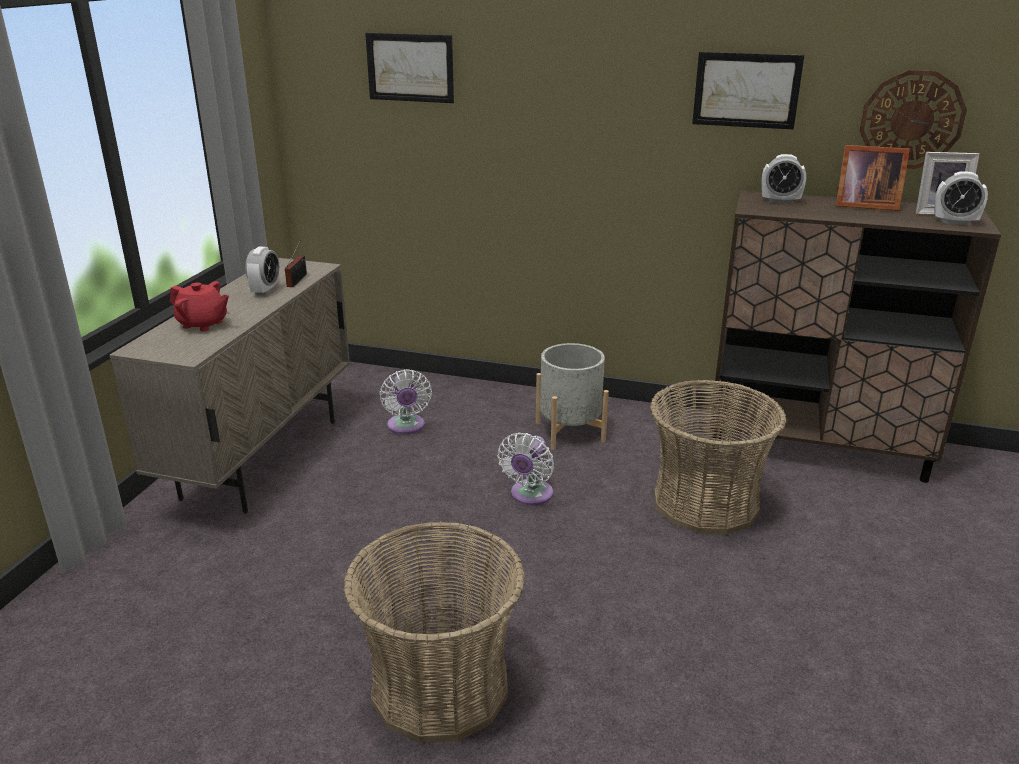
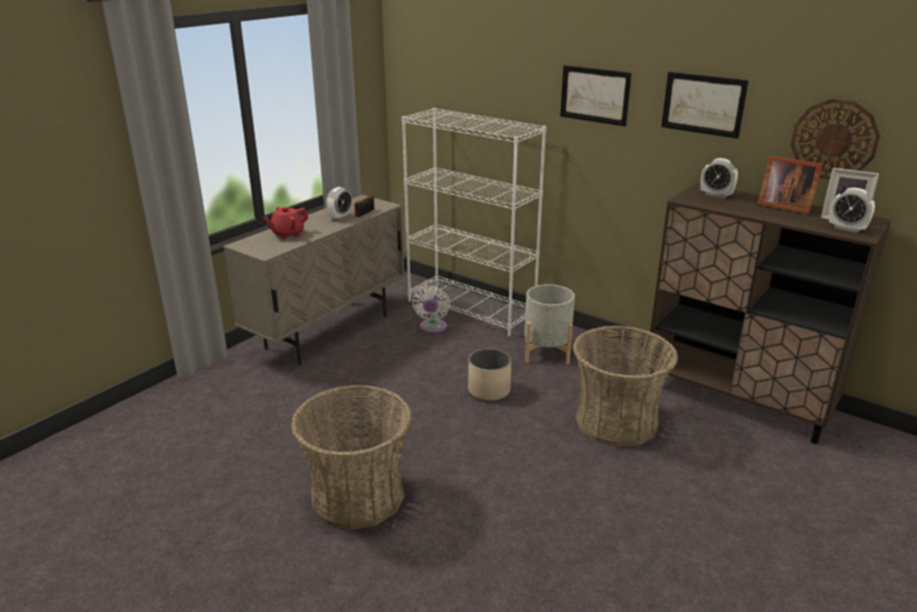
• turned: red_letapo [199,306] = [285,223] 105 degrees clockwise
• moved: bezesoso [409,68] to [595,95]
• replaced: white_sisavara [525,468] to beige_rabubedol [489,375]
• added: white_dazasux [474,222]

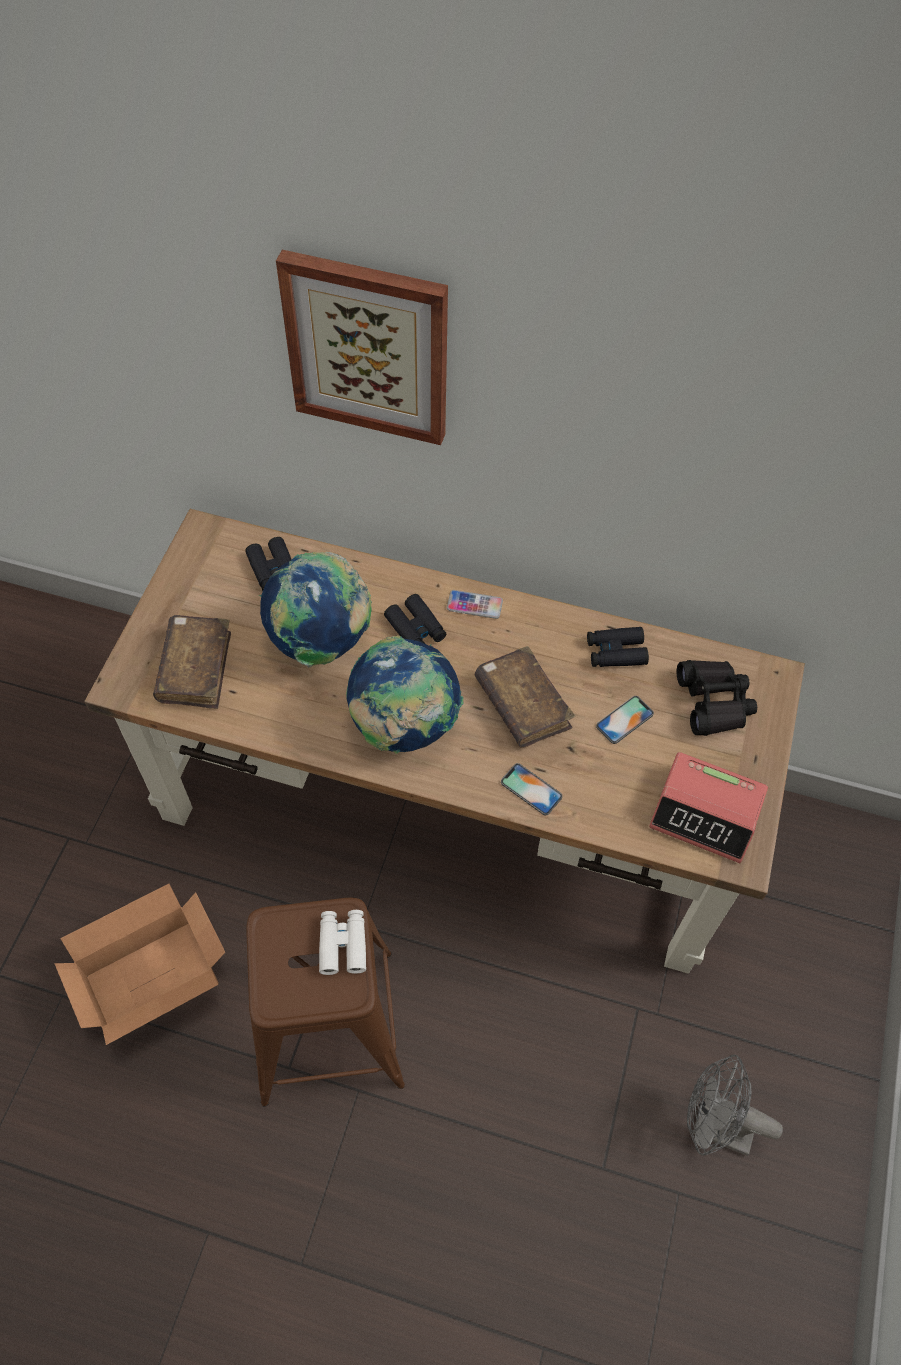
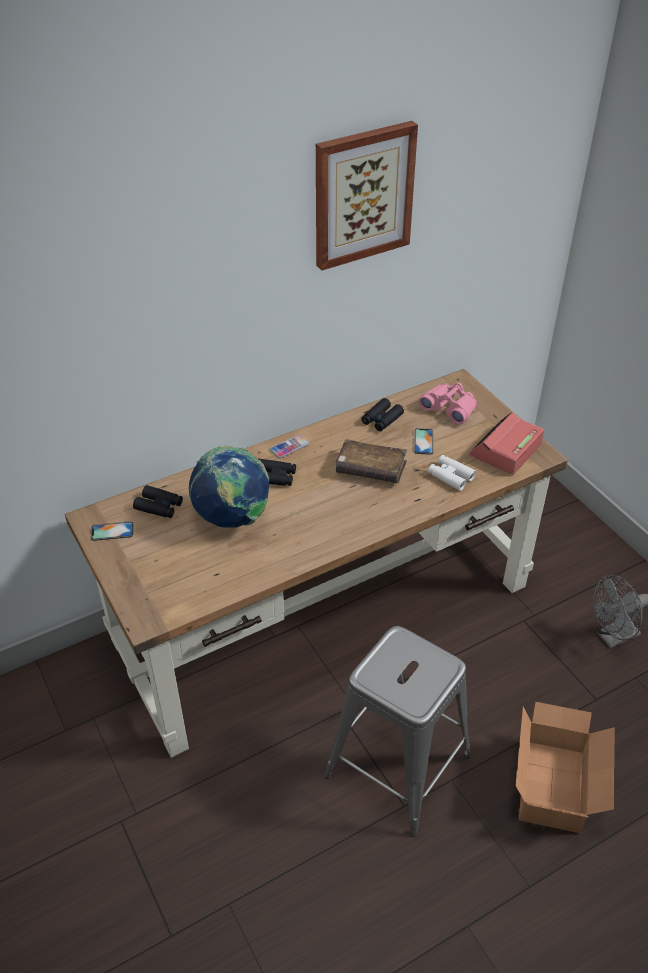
• moved: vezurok [140,964] to [565,767]
• removed: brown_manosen [192,662]
• recoloured: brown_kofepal [325,1002] to grey_kofepal [397,731]
• moved: bezesoso [362,347] to [367,196]
• moved: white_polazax [342,942] to [452,473]
• removed: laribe [405,694]
• moved: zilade [531,789] to [112,531]
• turned: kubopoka [708,807] = [506,443] 150 degrees clockwise
• recoloured: black_polazax [717,698] to pink_polazax [448,404]

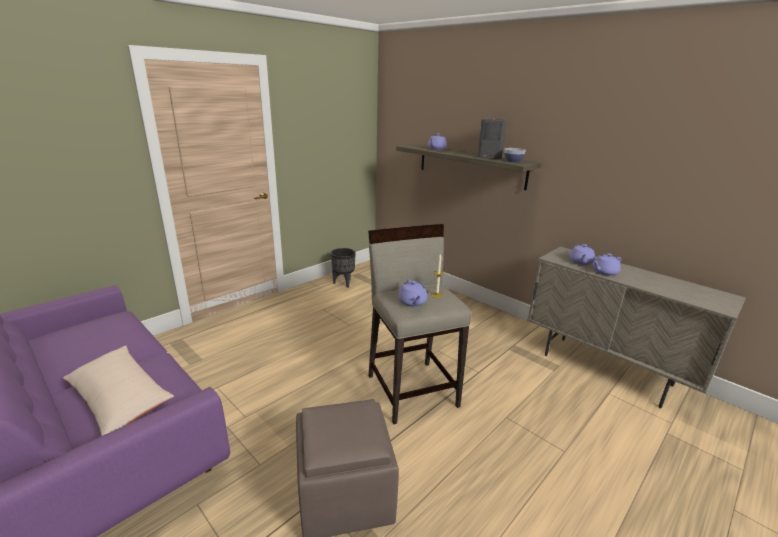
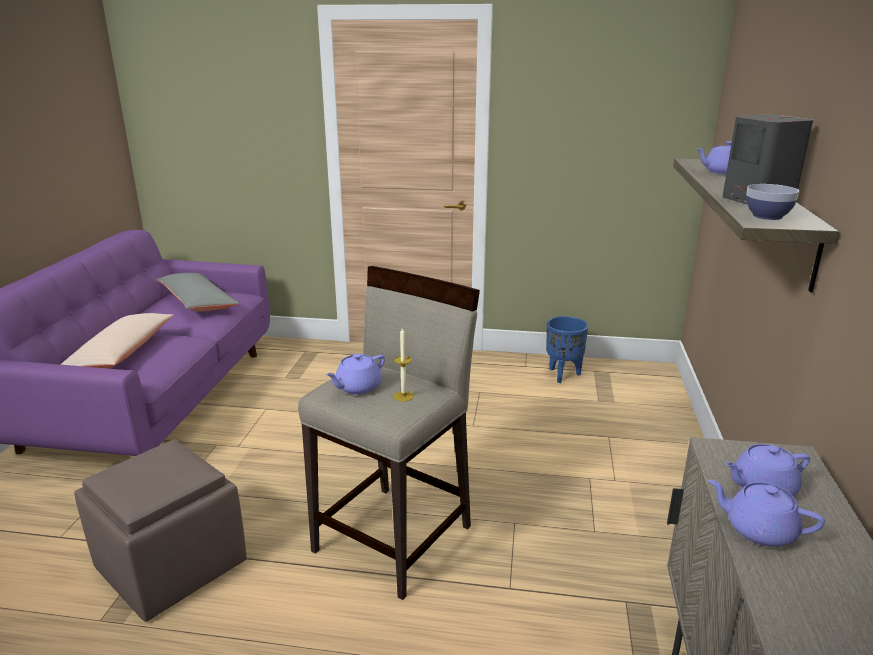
• recoloured: black_rabubedol [343,268] to blue_rabubedol [567,349]
• added: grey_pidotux [198,292]

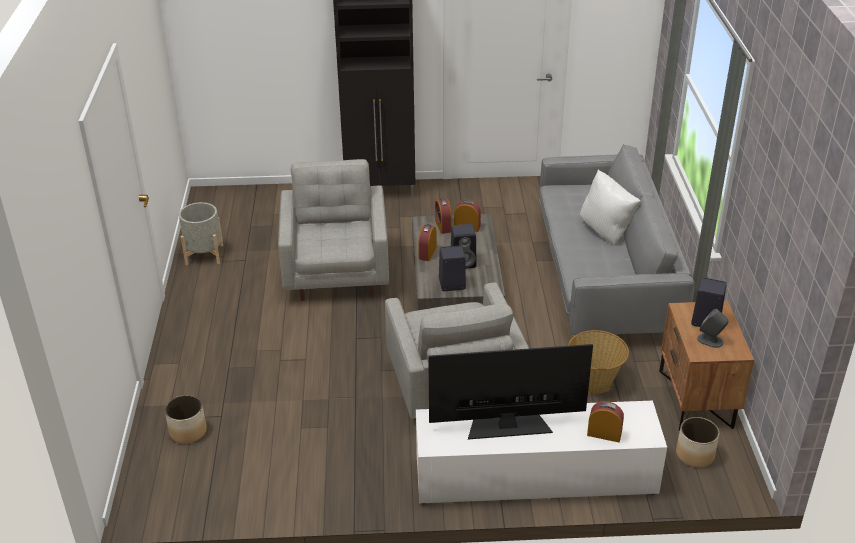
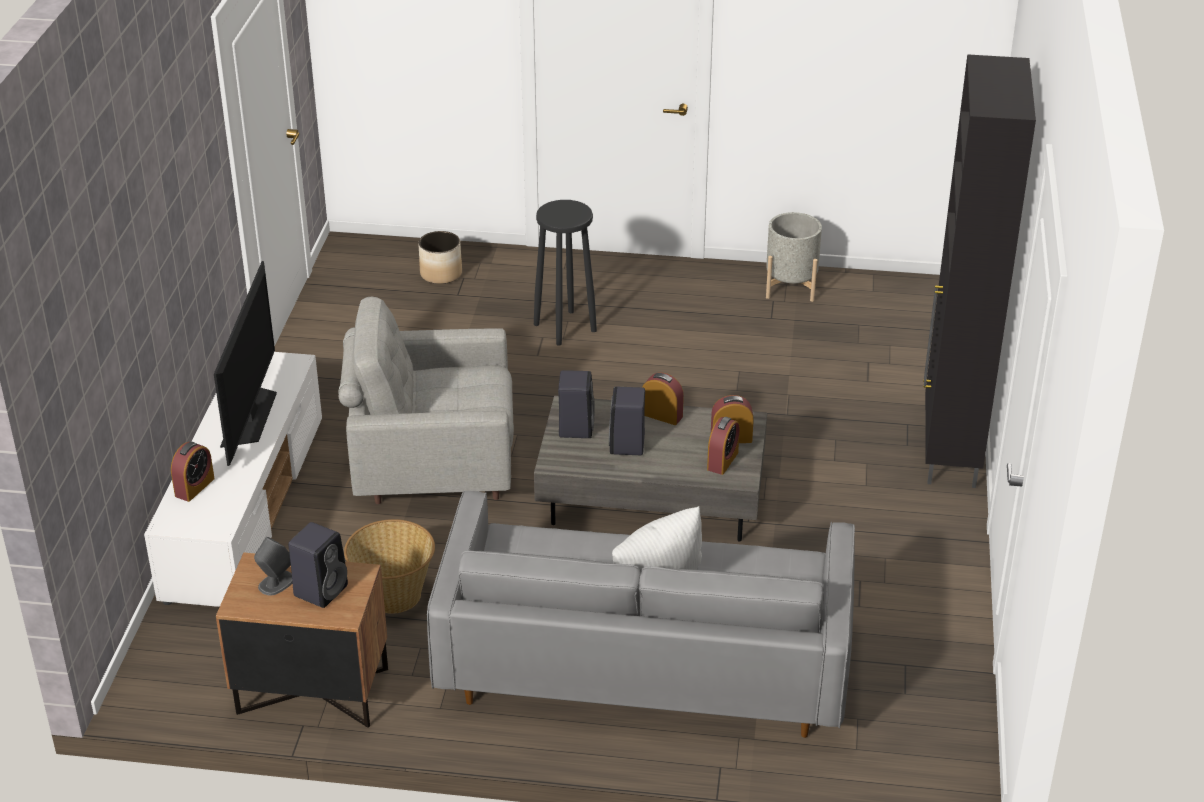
• removed: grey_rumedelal [333,230]
• removed: rabubedol [697,442]
• added: black_kofepal [565,273]

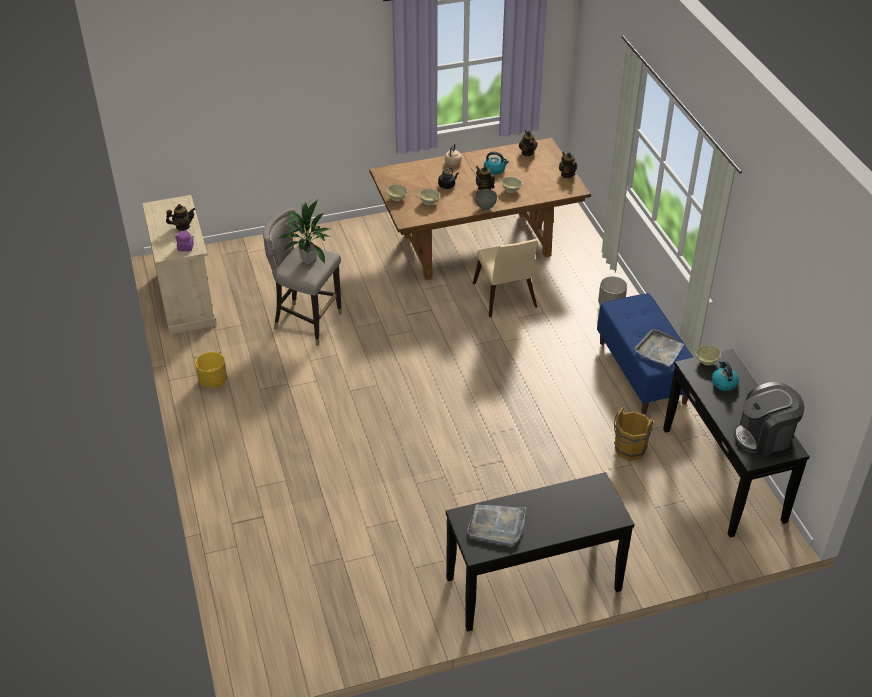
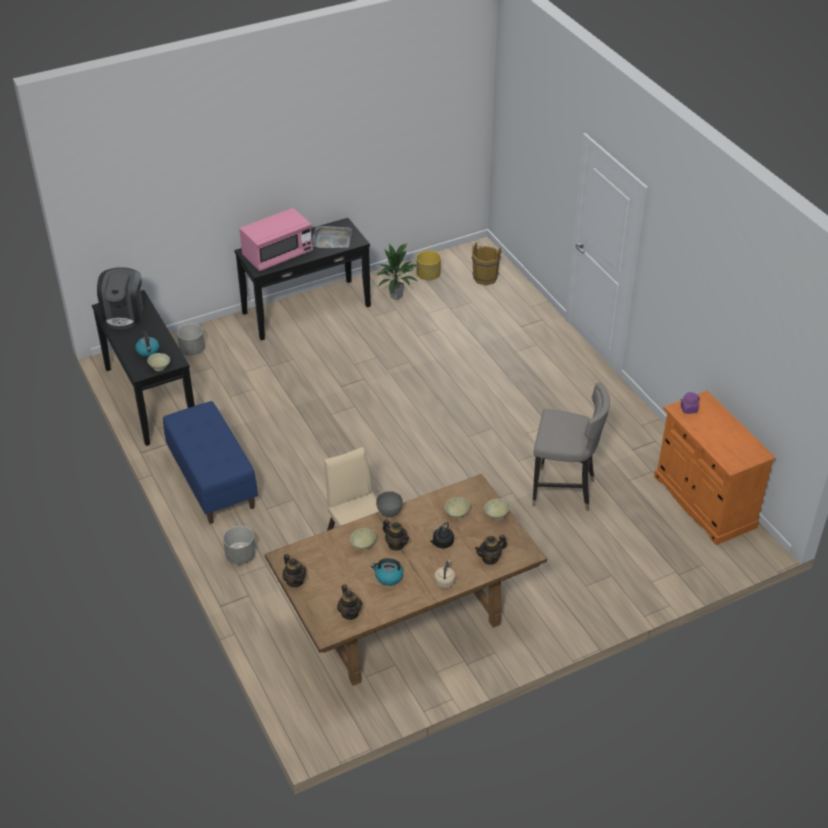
• recoloured: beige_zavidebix [179,265] to orange_zavidebix [715,467]
• moved: letapo [181,217] to [491,550]
• moved: yellow_rabubedol [211,370] to [429,265]
• moved: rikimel [304,232] to [398,271]
• moved: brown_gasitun [634,433] to [487,264]
• removed: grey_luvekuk [659,348]
• turned: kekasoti [769,419] = [120,298] 120 degrees clockwise
• added: grey_rabubedol [191,340]
• added: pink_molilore [276,239]

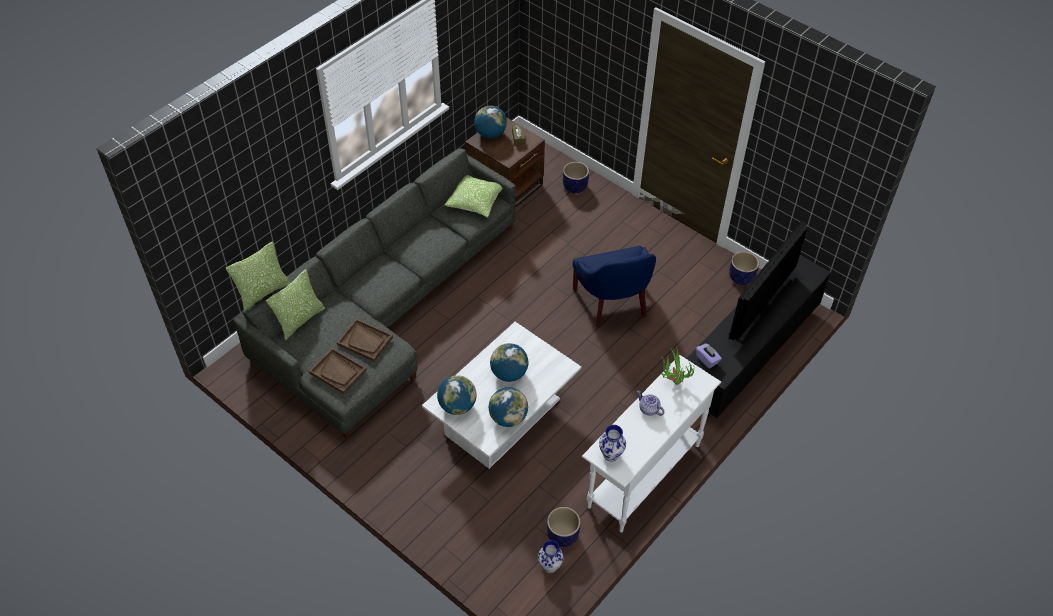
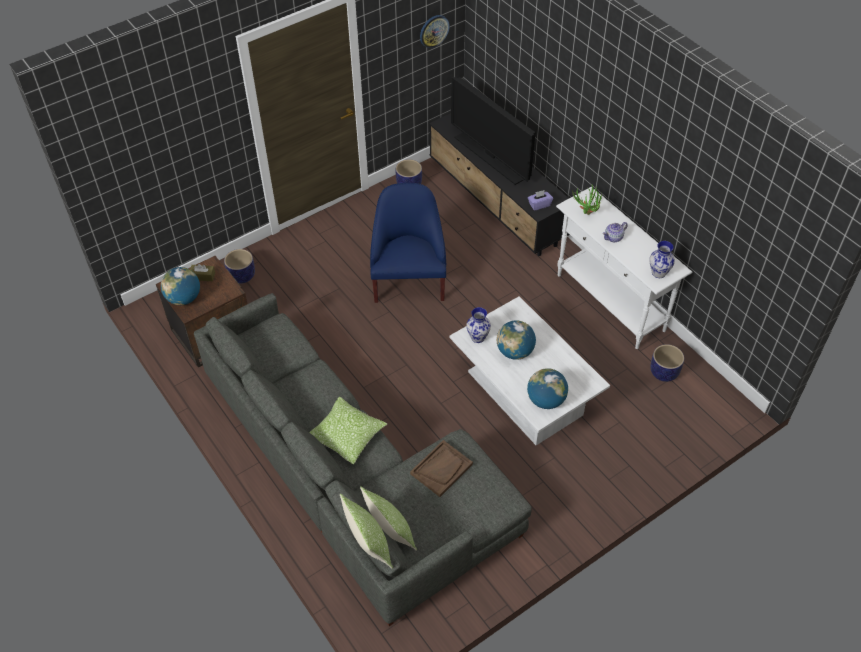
• removed: brown_luvekuk [338,371]
• moved: pidotux [474,196] to [348,430]
• removed: laribe [508,407]
• moved: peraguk [551,556] to [478,325]
• turned: blue_rumedelal [614,286] = [408,243] 90 degrees counterclockwise
• added: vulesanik [435,31]

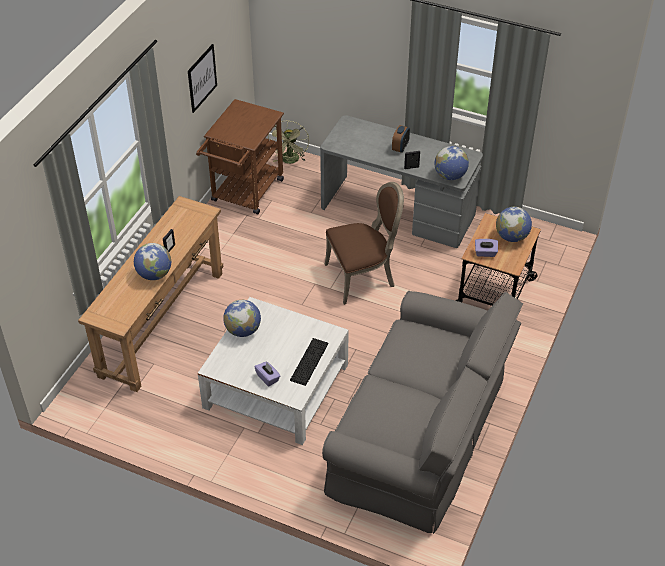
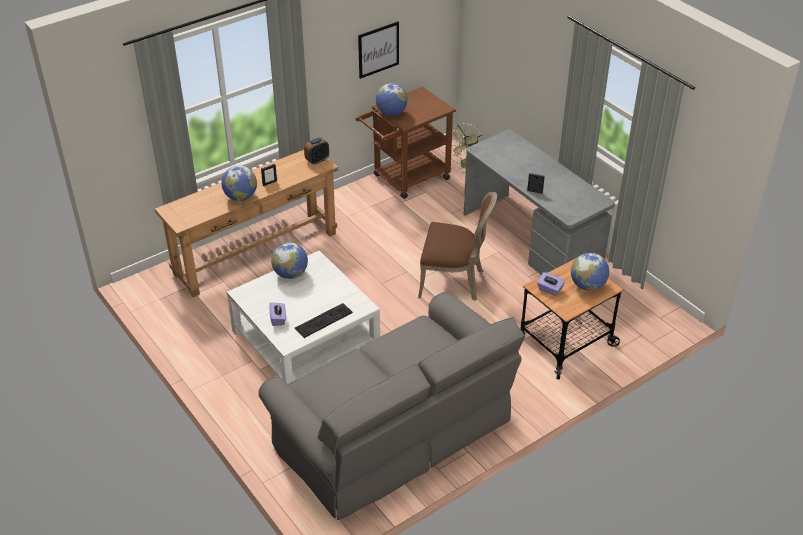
• moved: kubopoka [401,139] to [316,151]
• moved: laribe [451,163] to [392,100]

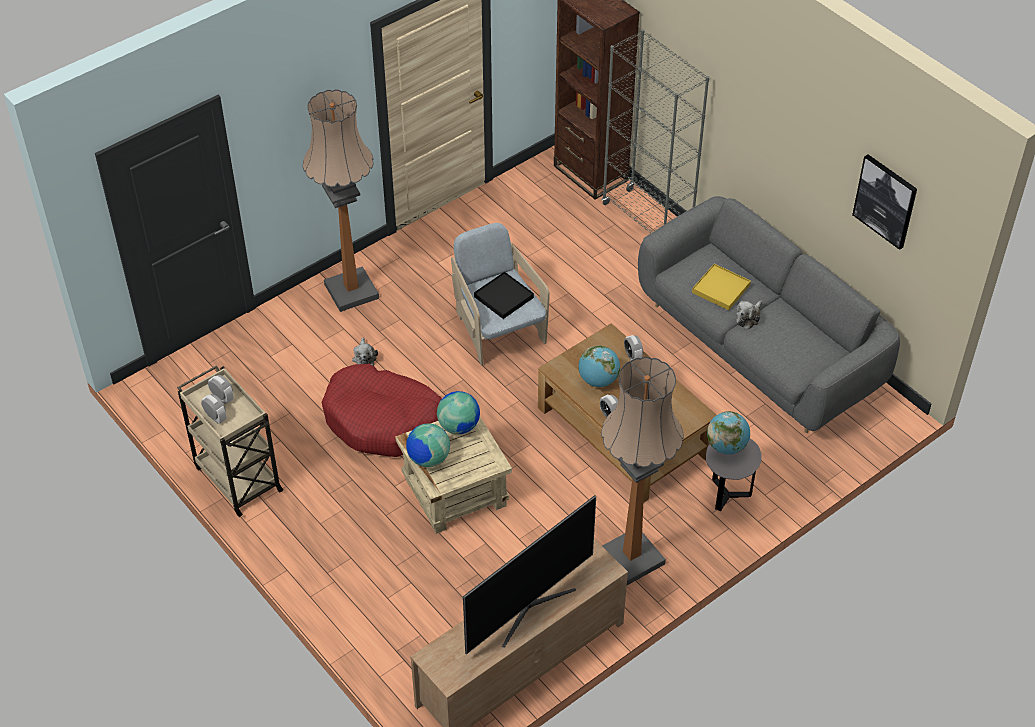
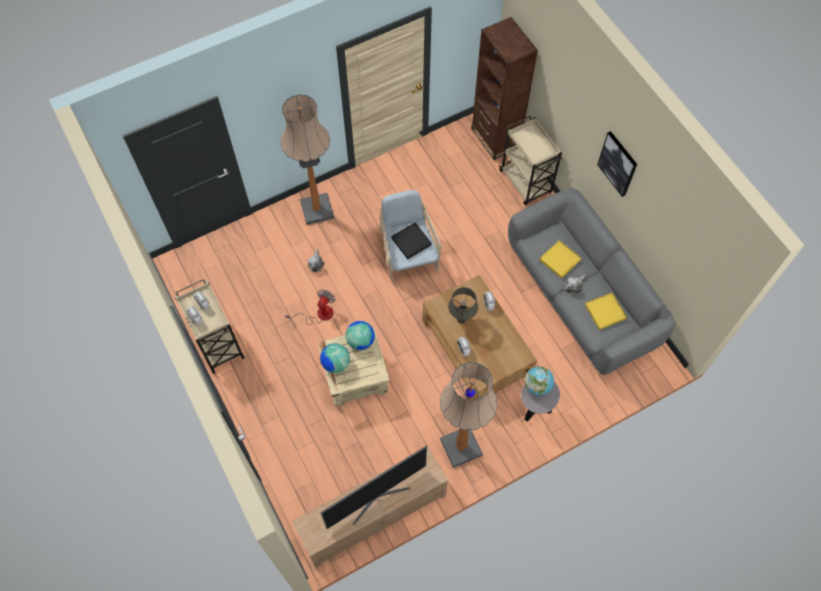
• replaced: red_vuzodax [381,410] to sisavara [310,307]
• replaced: laribe [599,366] to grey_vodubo [463,305]
• replaced: grey_dazasux [655,131] to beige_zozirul [531,160]
• moved: bezesoso [884,202] to [617,164]
• added: yellow_luvekuk [606,311]

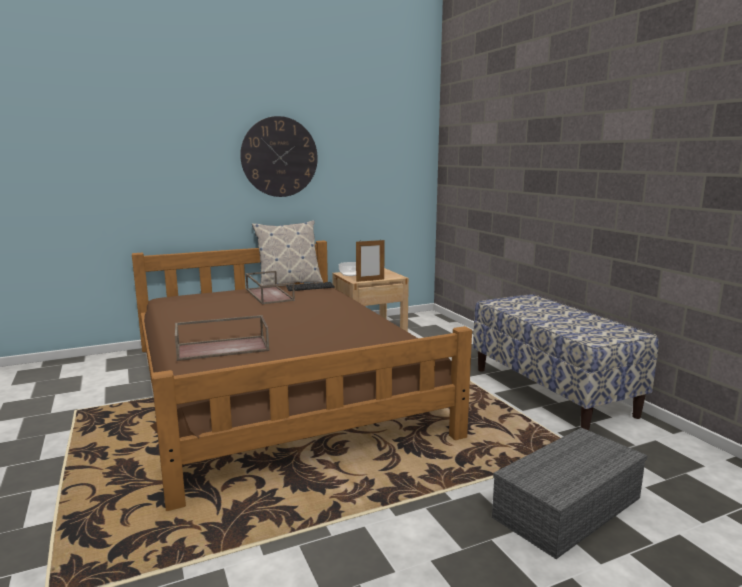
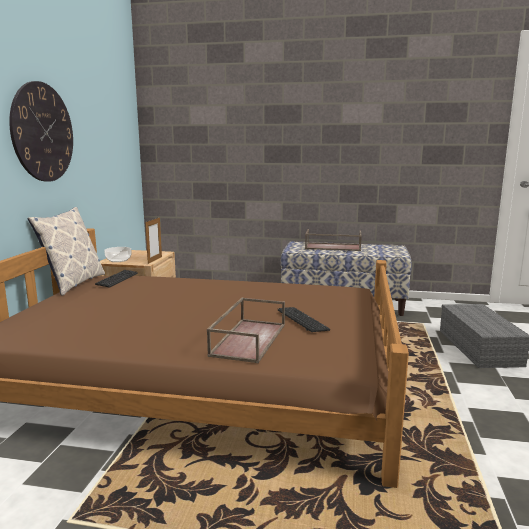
• moved: brown_luvekuk [270,287] to [333,240]
• added: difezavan [304,319]

